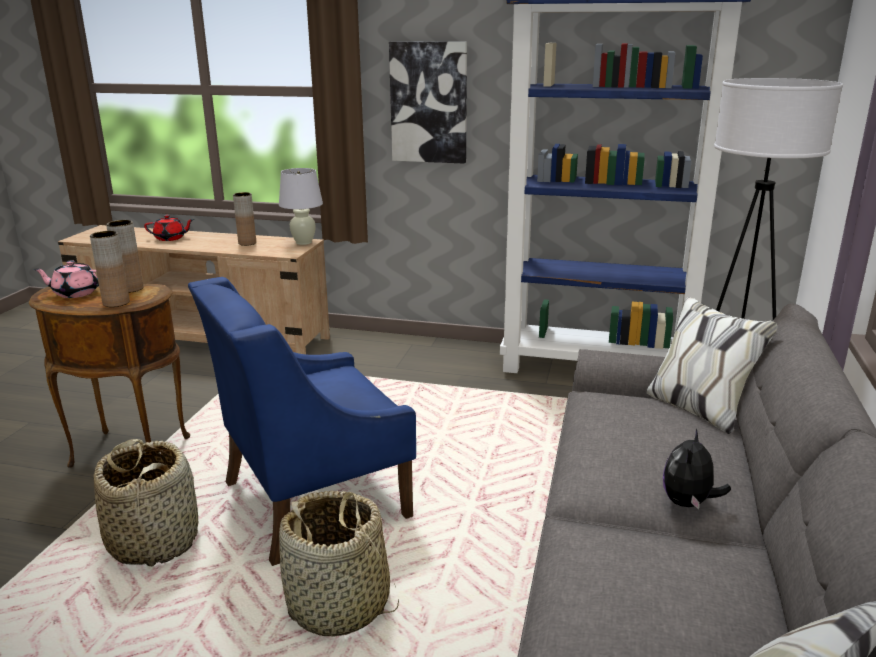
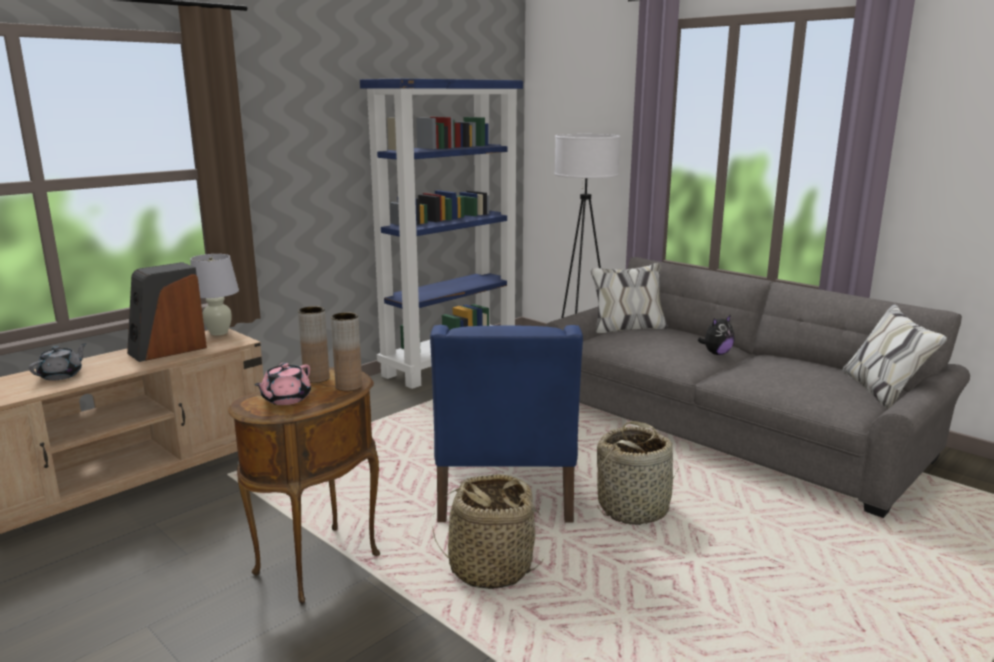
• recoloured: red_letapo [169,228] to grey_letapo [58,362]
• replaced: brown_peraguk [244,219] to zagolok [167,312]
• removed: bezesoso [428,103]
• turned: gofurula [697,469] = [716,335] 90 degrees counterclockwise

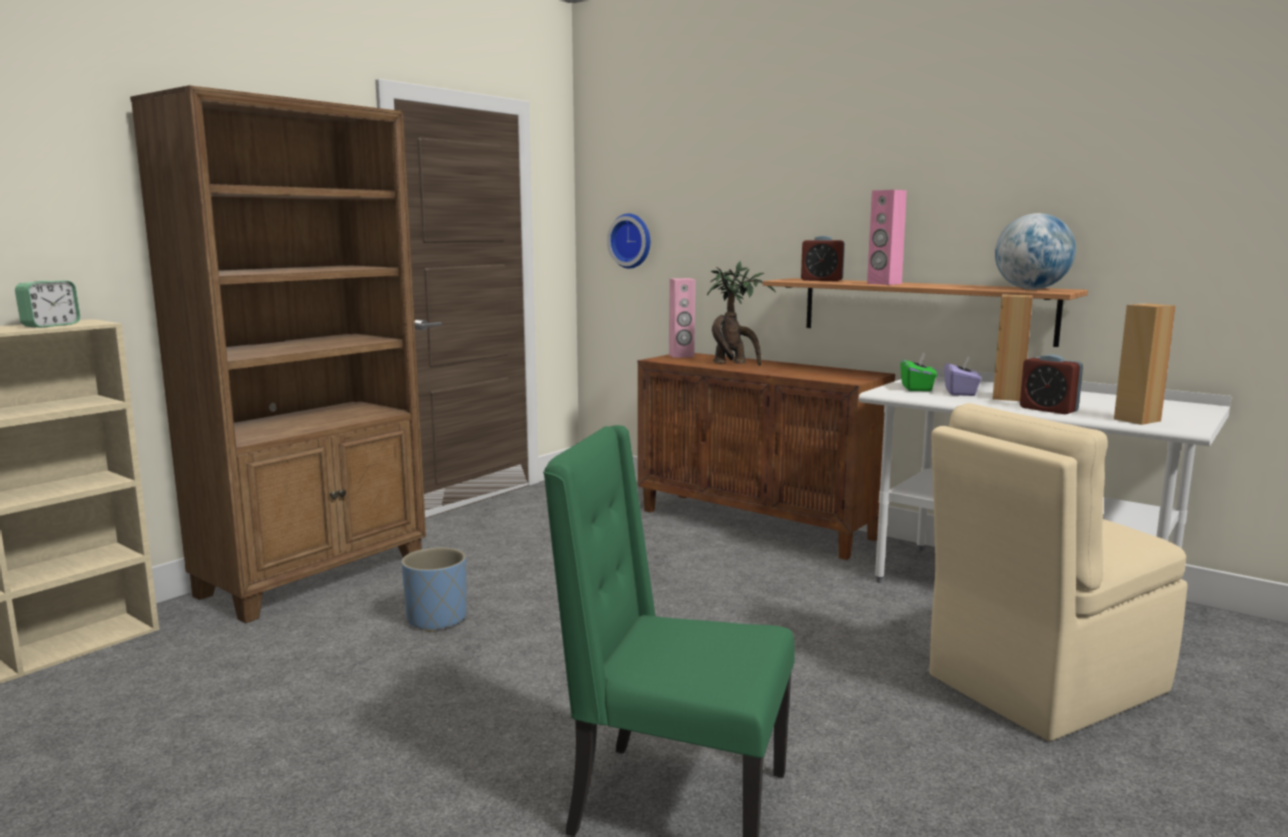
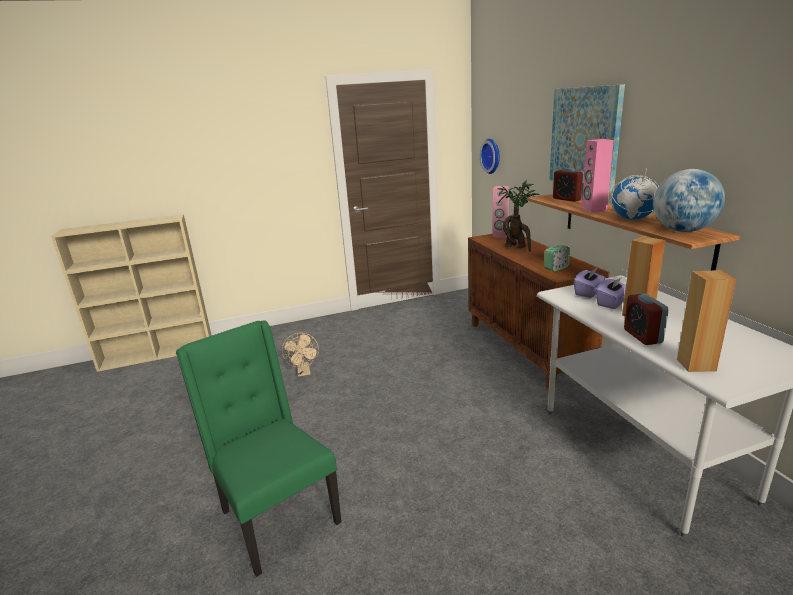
• moved: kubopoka [47,304] to [557,258]
• removed: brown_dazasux [278,354]
• replaced: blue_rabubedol [434,589] to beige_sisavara [300,355]
• recoloured: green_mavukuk [918,372] to purple_mavukuk [590,282]
• removed: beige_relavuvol [1058,572]
• added: bezesoso [587,138]
• added: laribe [635,194]

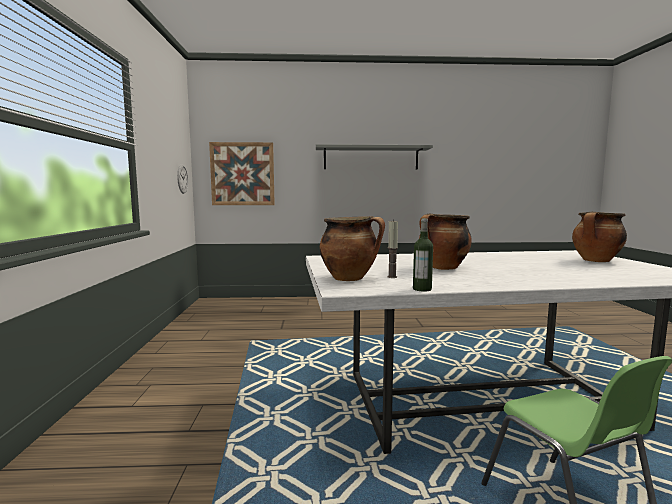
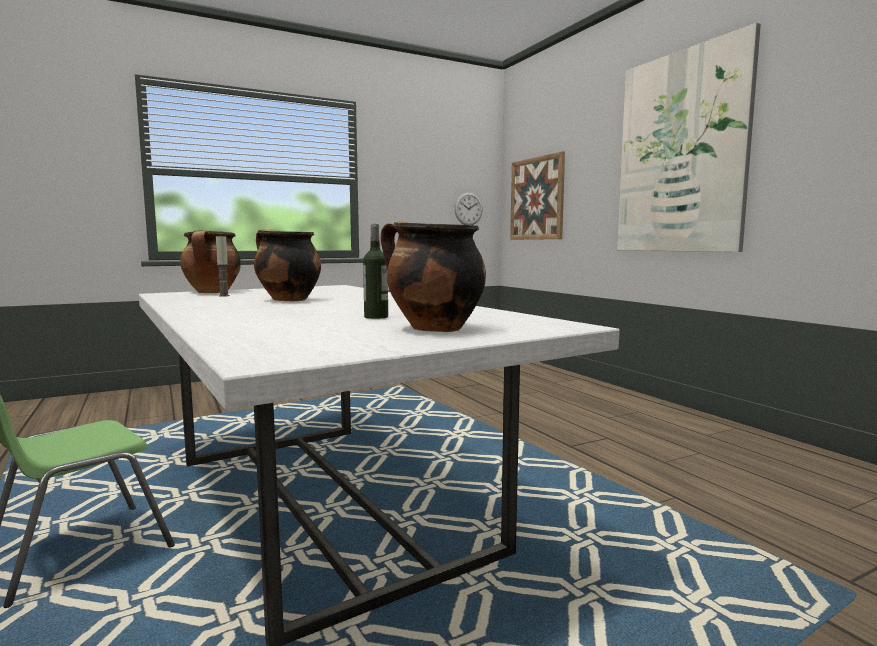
• replaced: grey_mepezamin [374,157] to bezesoso [689,137]
• moved: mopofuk [423,255] to [375,271]

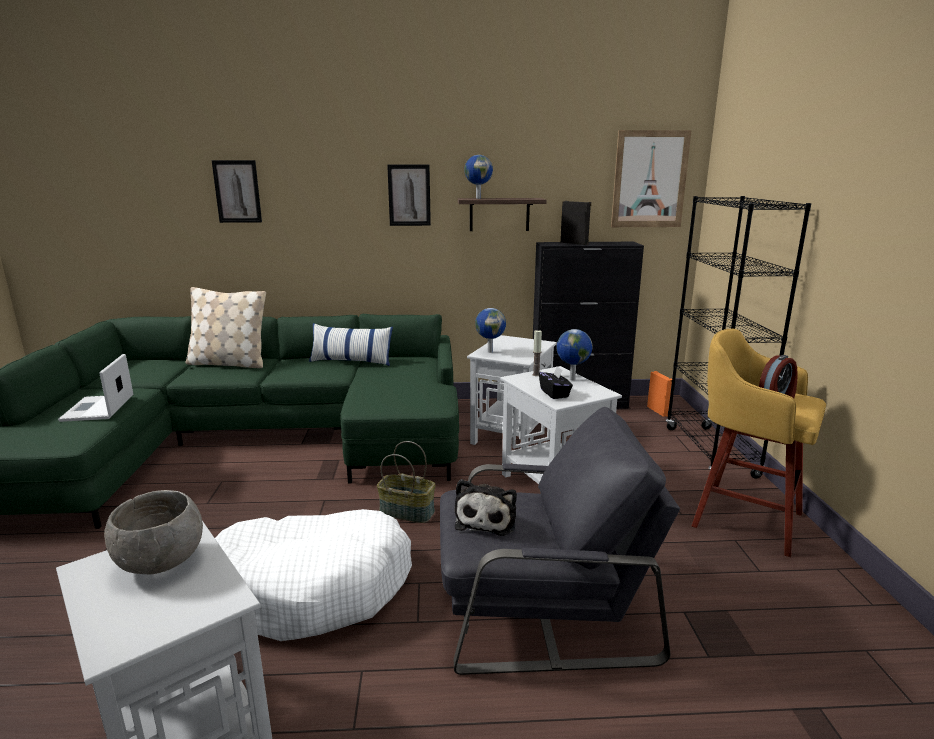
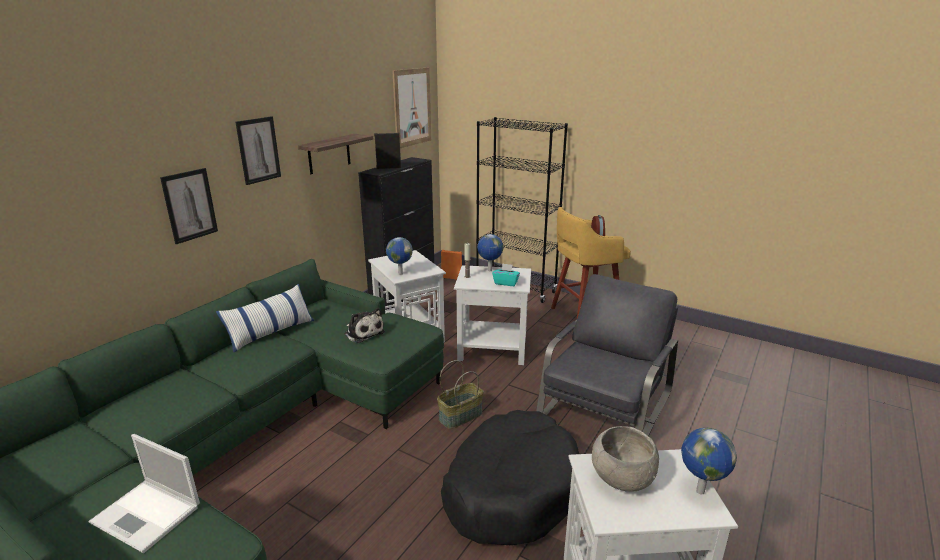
• removed: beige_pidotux [225,327]
• moved: bezesoso [237,191] to [189,206]
• recoloured: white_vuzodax [313,575] to black_vuzodax [510,477]
• moved: gofurula [486,507] to [365,325]
• moved: laribe [478,177] to [709,461]
• recoloured: black_mavukuk [556,382] to turquoise_mavukuk [506,274]

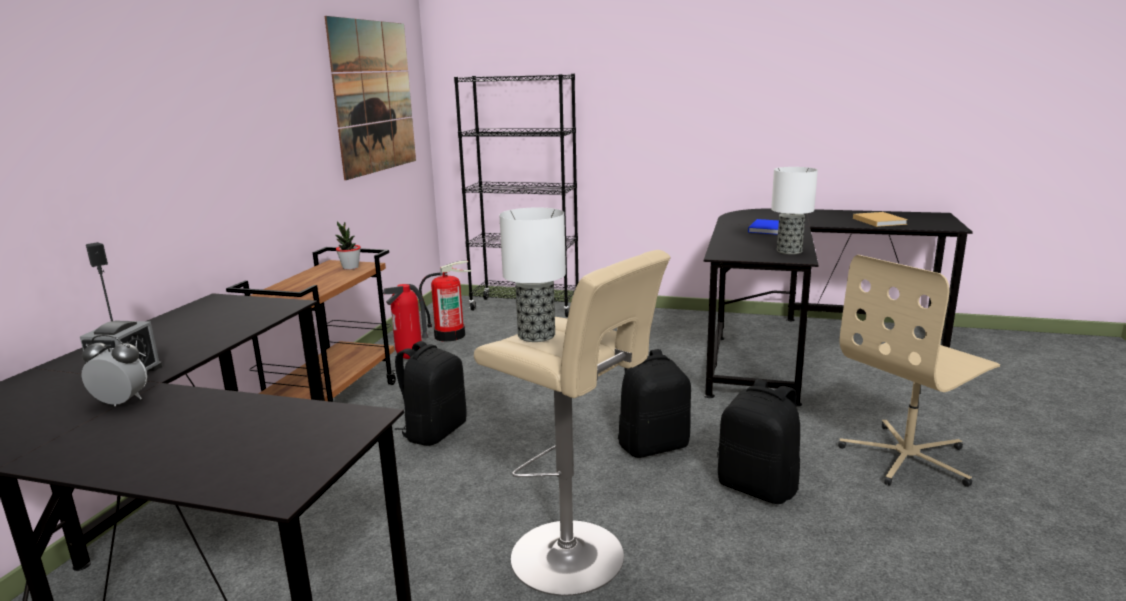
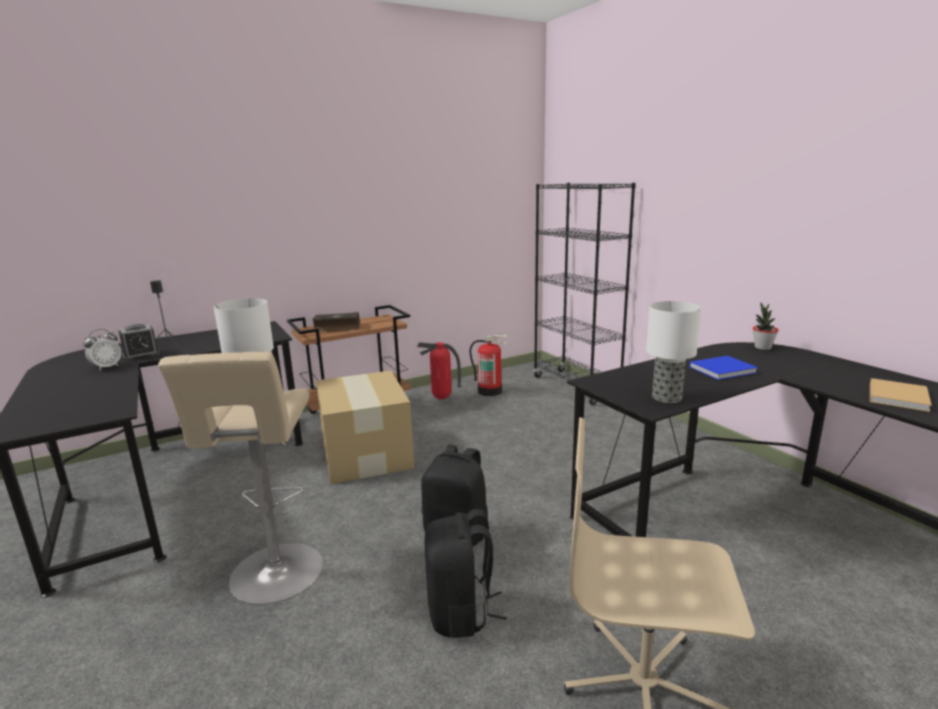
• turned: kubopoka [114,370] = [102,350] 75 degrees clockwise
• removed: bezesoso [370,98]
• moved: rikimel [348,245] to [766,326]
• replaced: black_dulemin [430,393] to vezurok [365,427]
• added: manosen [336,322]

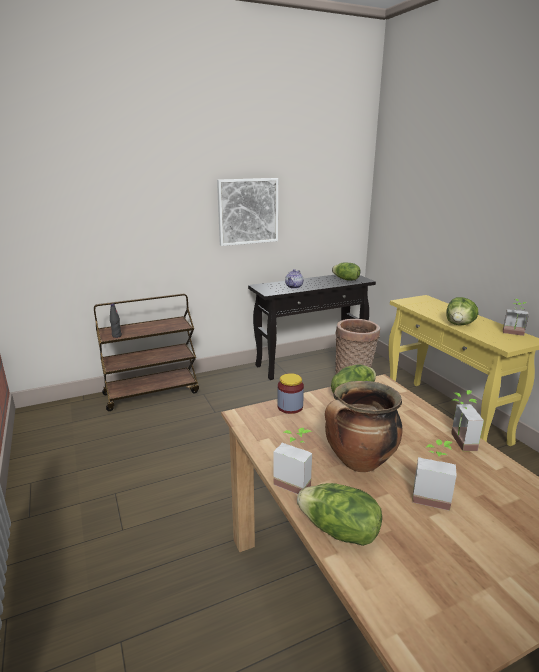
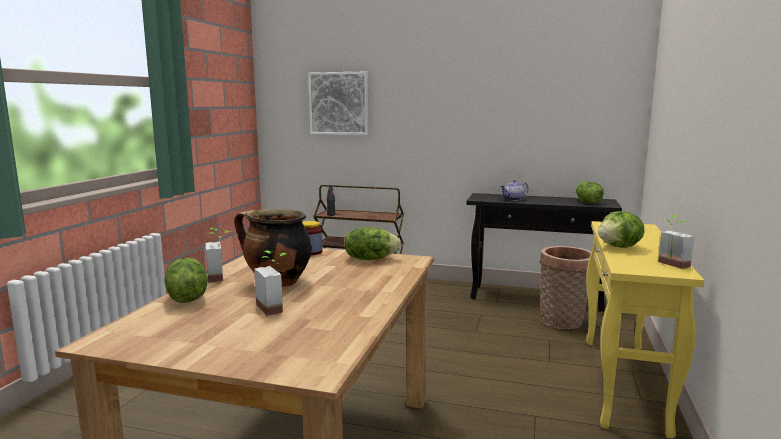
• moved: bezesoso [247,212] to [338,103]
• removed: rikimel [467,420]

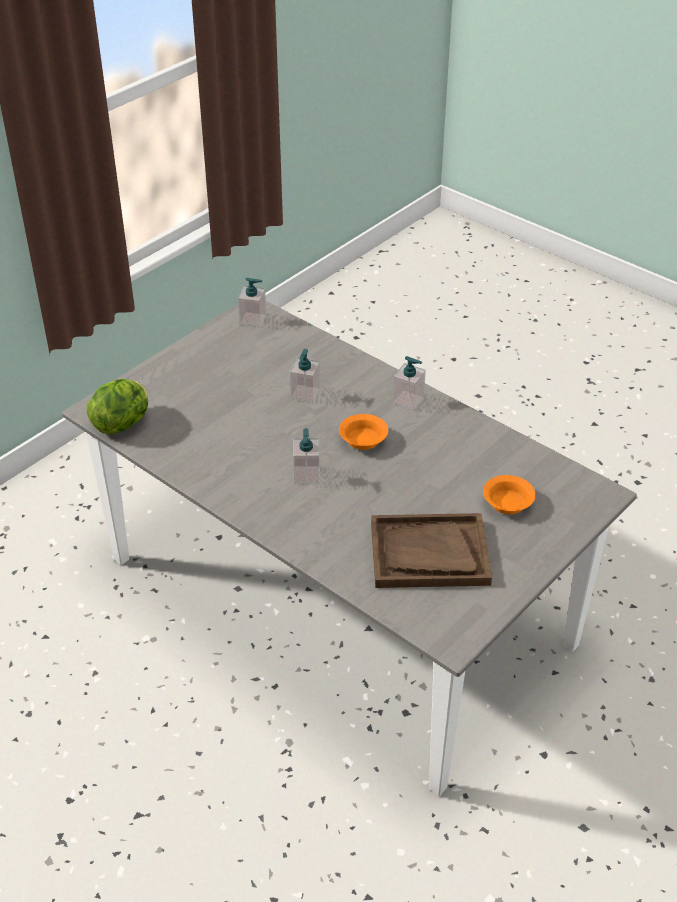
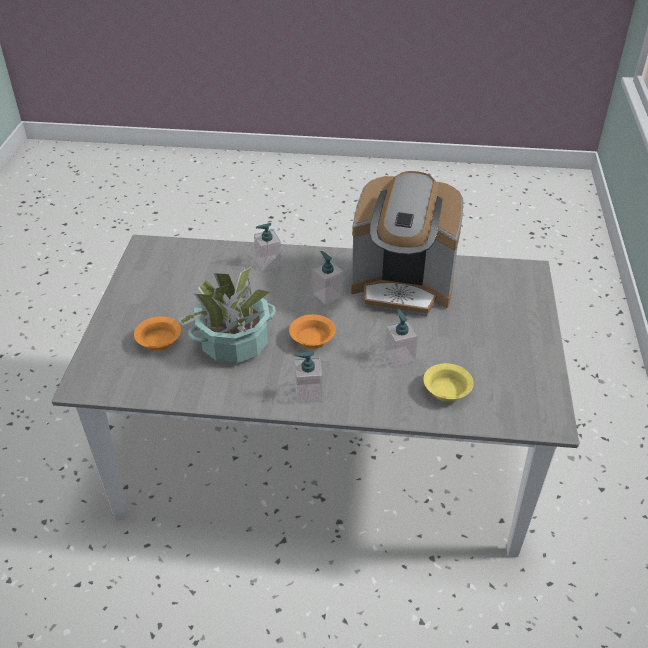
• removed: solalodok [117,407]
• moved: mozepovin [252,302] to [268,247]
• removed: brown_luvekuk [431,550]
• added: rikimel [227,315]
• added: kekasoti [407,244]
• added: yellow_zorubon [448,382]

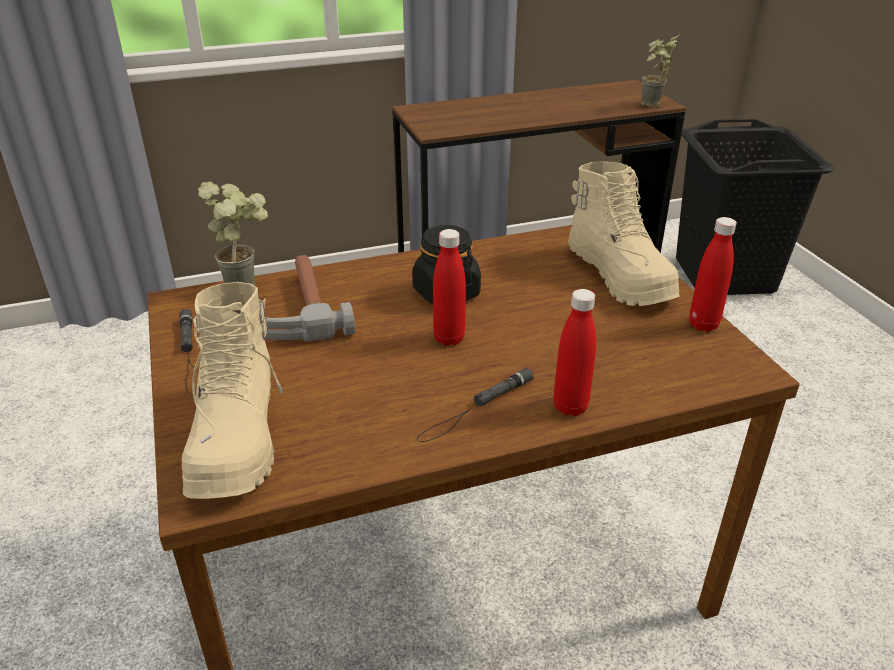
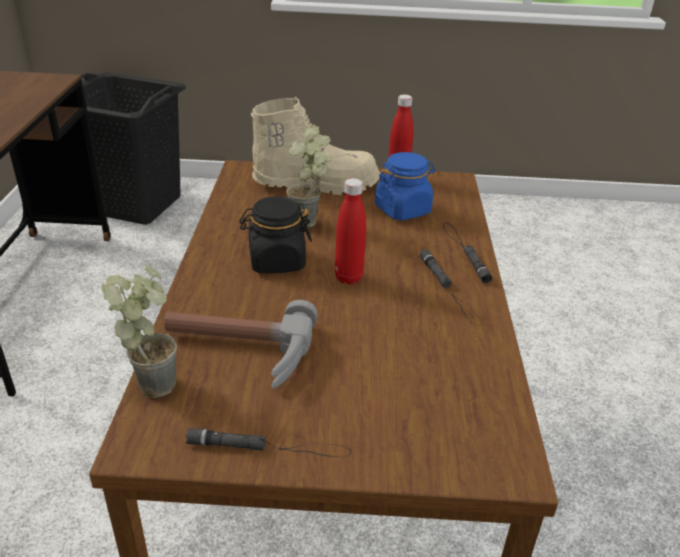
• removed: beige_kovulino [232,390]
• replaced: red_mopofuk [574,352] to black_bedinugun [467,253]
• moved: rikimel [660,70] to [309,176]
• added: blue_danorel [405,186]

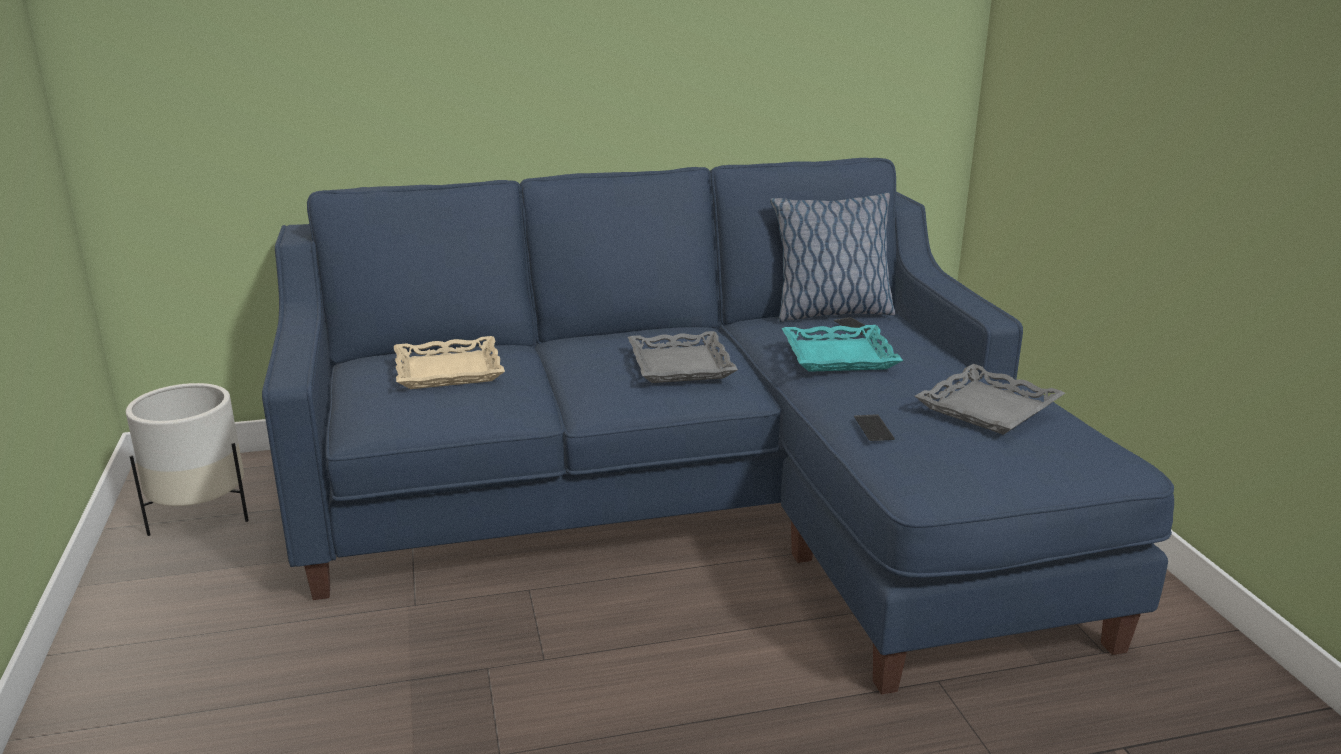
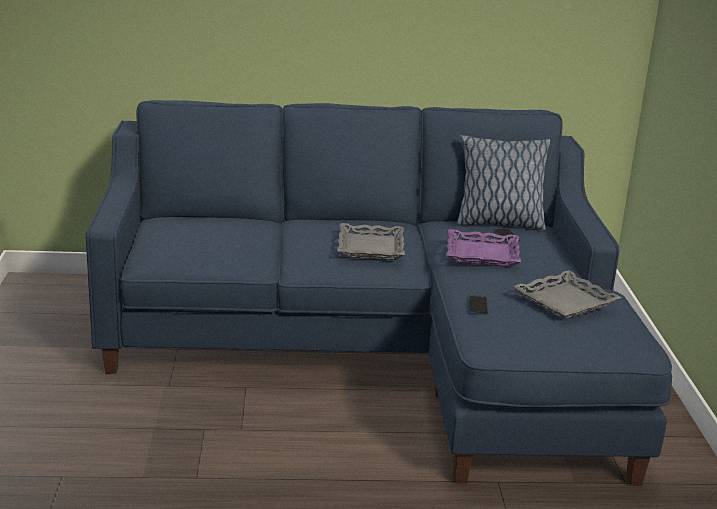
• removed: white_rabubedol [187,459]
• removed: beige_luvekuk [449,362]
• recoloured: turquoise_luvekuk [842,348] to purple_luvekuk [483,248]

